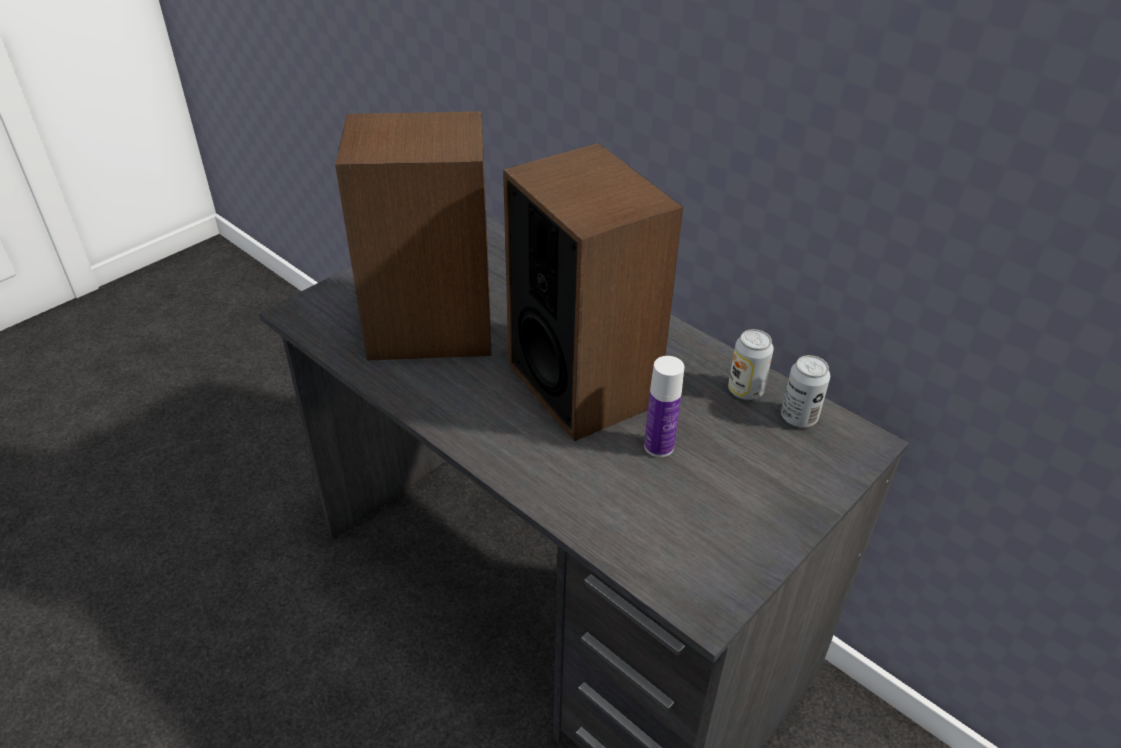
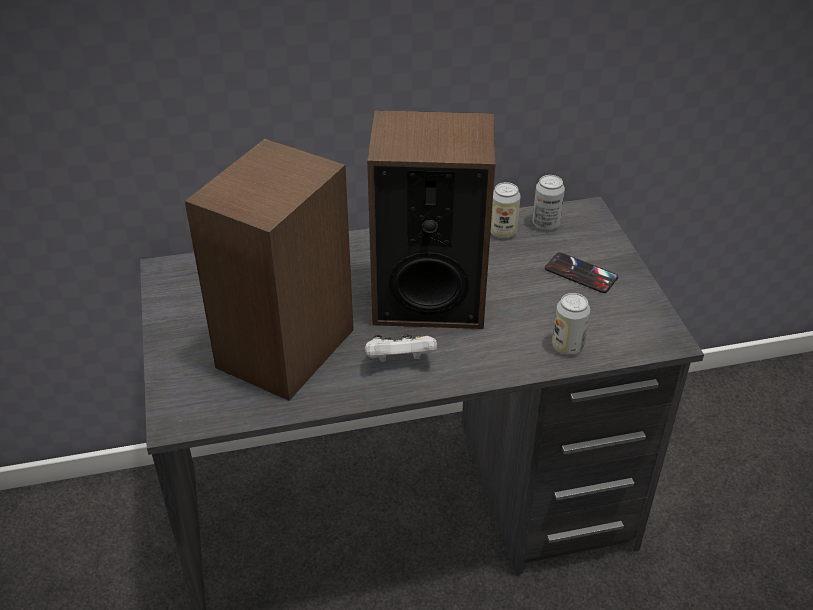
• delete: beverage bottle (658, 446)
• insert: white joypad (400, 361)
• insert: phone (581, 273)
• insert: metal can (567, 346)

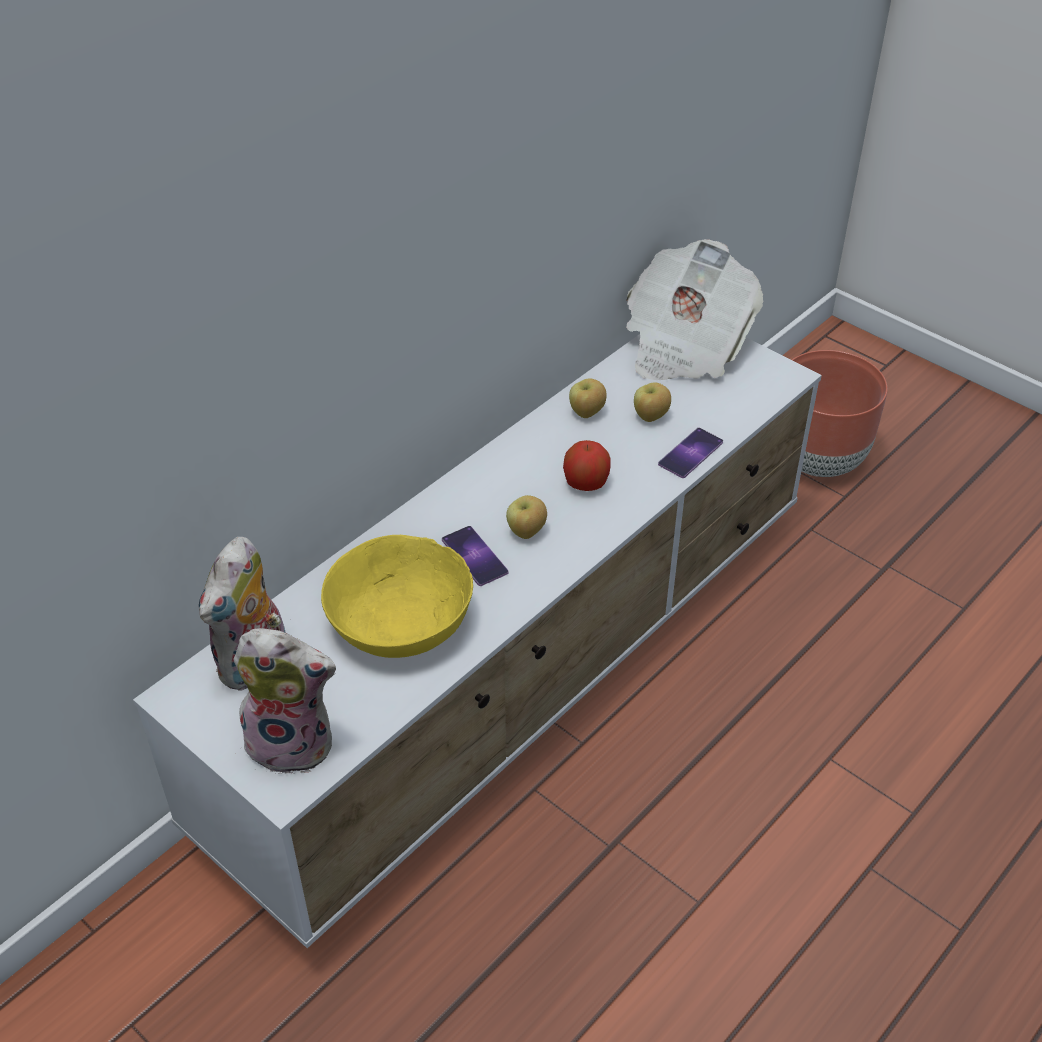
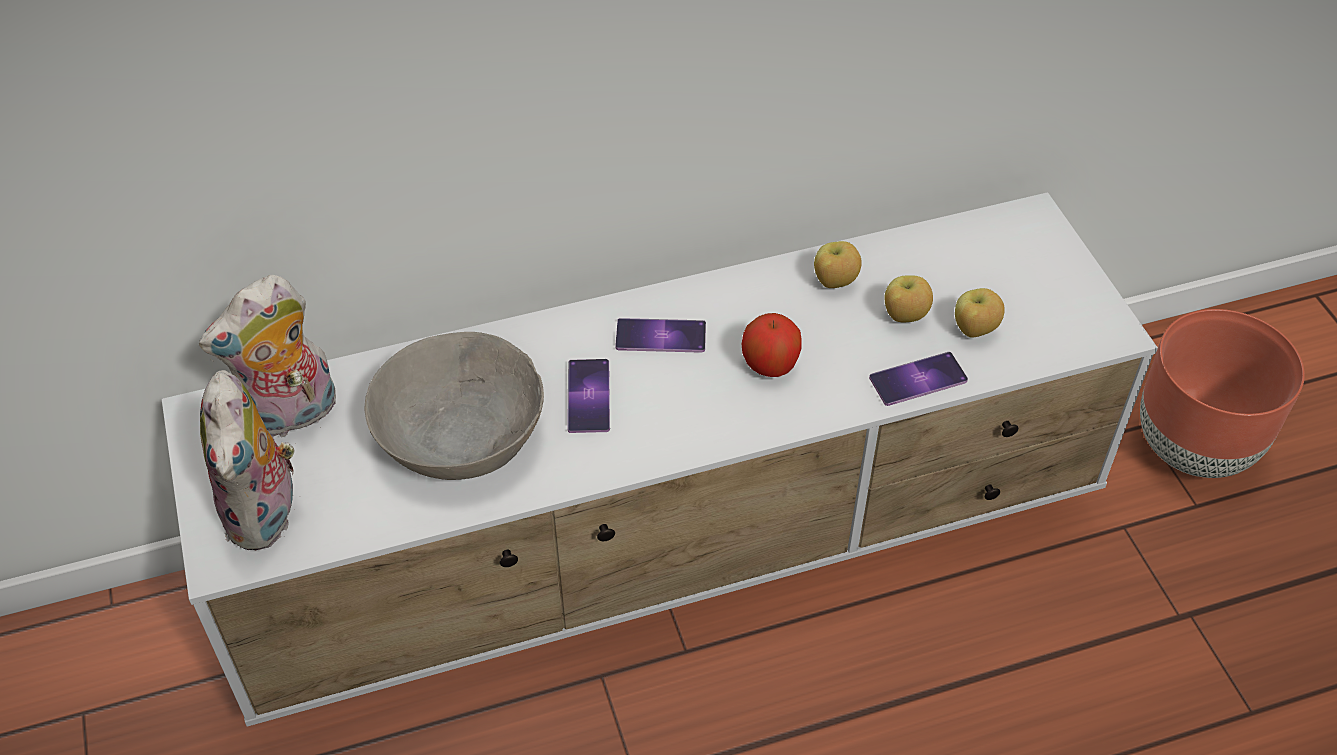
• delete: daily paper (685, 344)
• insert: phone (661, 336)
• move: apple (526, 532) to (974, 330)
• recolor: yellowish bowl (399, 621) to grey bowl (459, 433)
• rotate: cuddly toy (294, 742) = (267, 514) 45 degrees clockwise

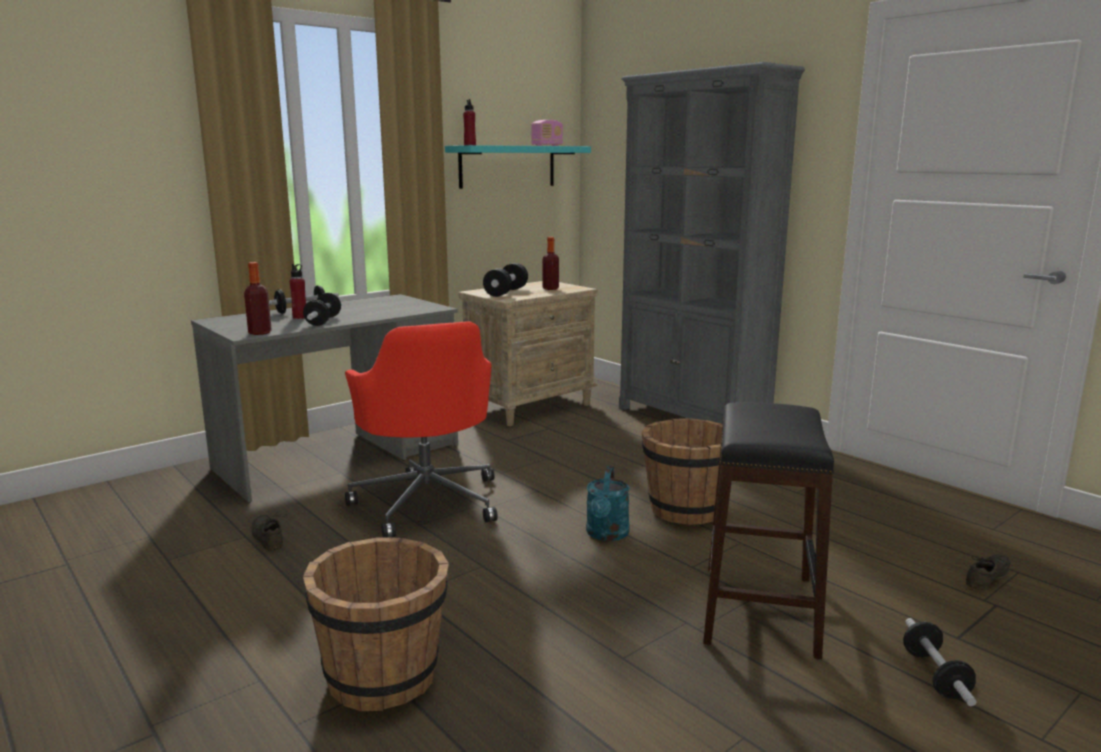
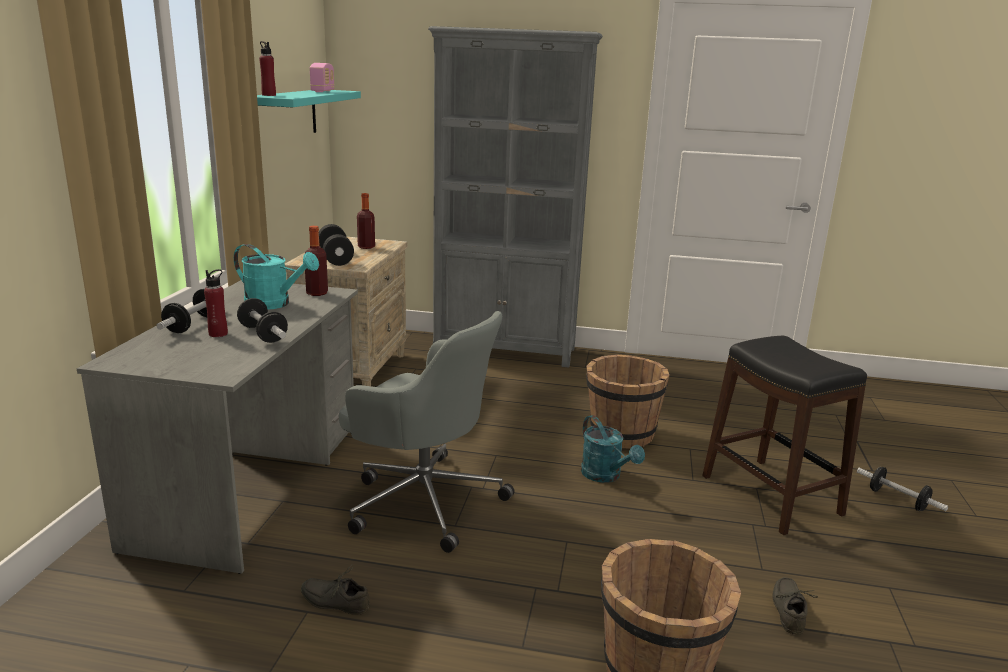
• insert: blue-green watering pot (274, 304)
• move: beverage bottle (260, 333) to (317, 293)
• move: grey shoe (990, 578) to (791, 611)
• recolor: red-coloured desk chair (427, 501) to grey desk chair (423, 500)

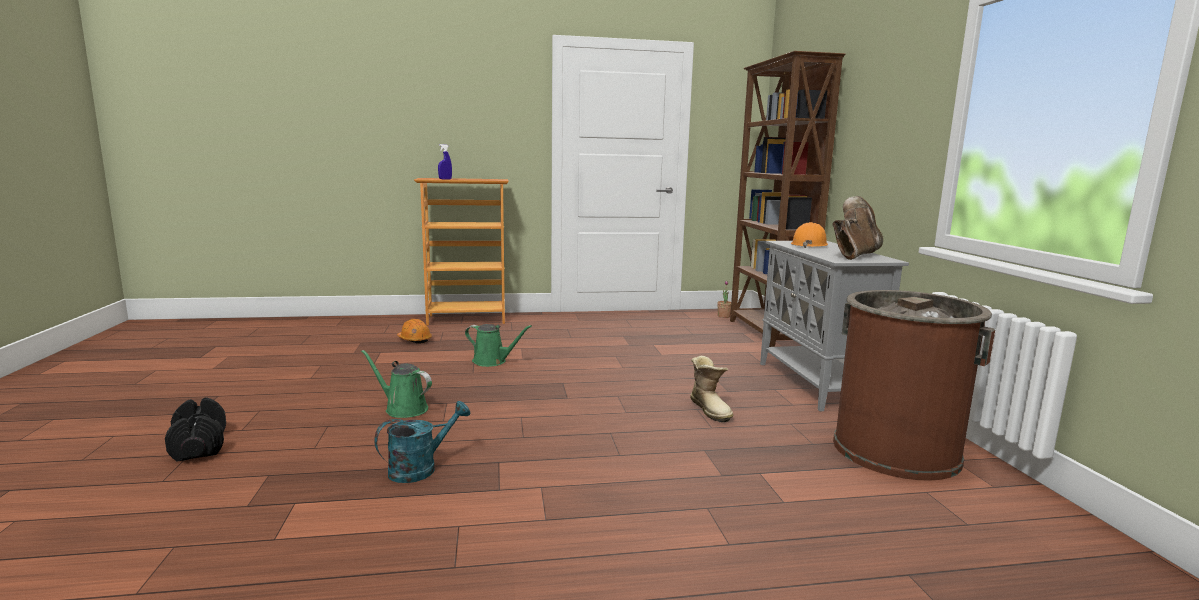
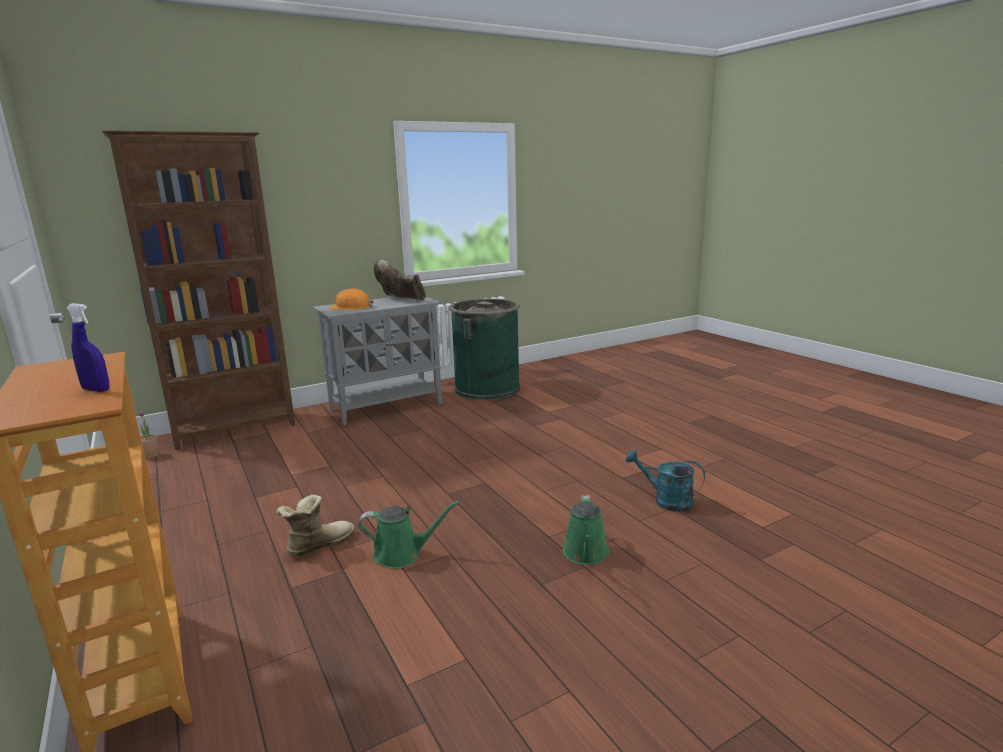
• delete: blackish dumbbell (198, 445)
• delete: orangey hard hat (414, 340)
• move: boot (711, 409) to (318, 544)
• recolor: brown rubbish bin (895, 450) to greenish rubbish bin (487, 388)
• rotate: greenish watering pot (492, 361) = (402, 554) 90 degrees clockwise

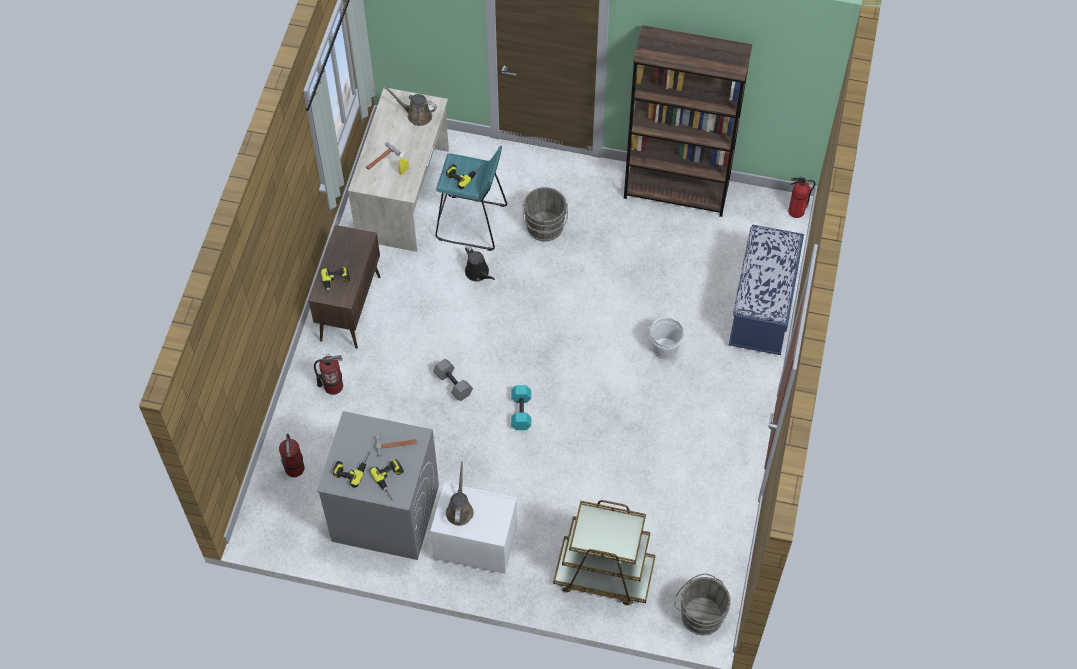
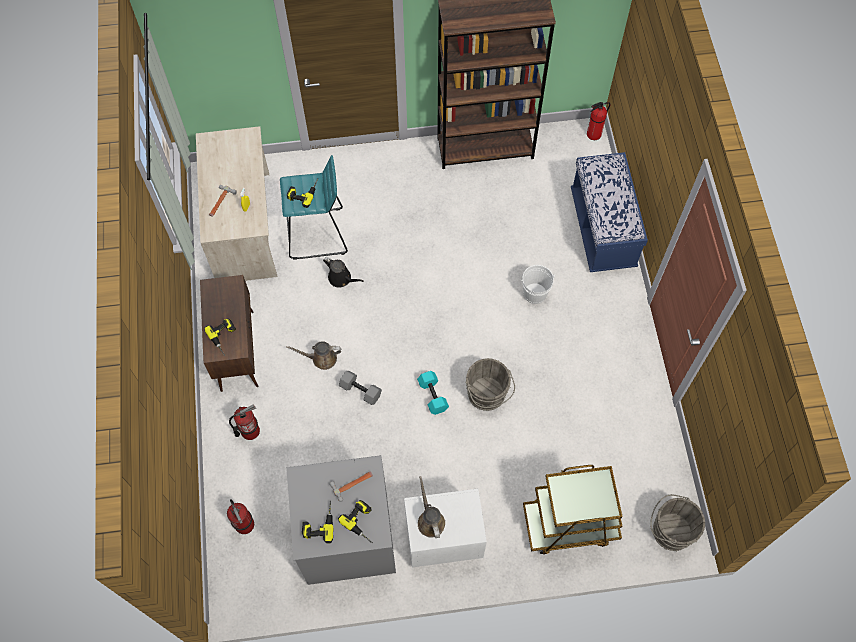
• move: brown watering pot (417, 115) to (321, 359)
• move: grey pail (545, 229) to (487, 396)

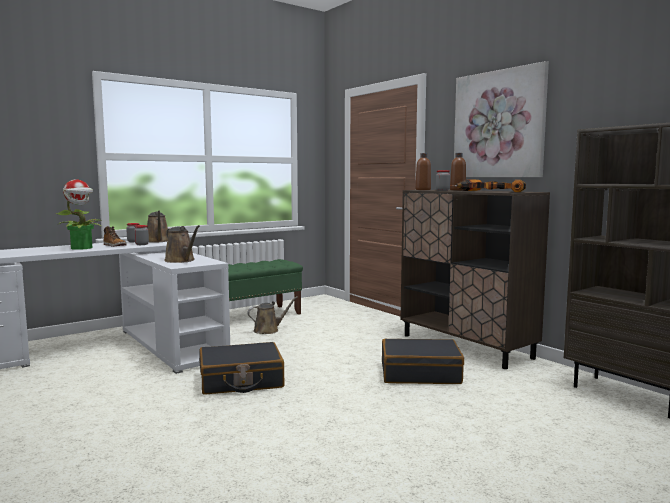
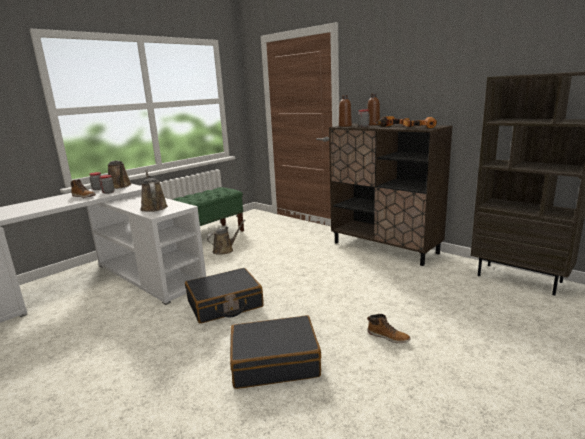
• delete: houseplant (82, 248)
• delete: picture (498, 124)
• insert: boot (388, 336)
• move: blackish travel case (420, 373) to (274, 362)
• rotate: brown watering pot (181, 260) = (153, 207) 150 degrees counterclockwise

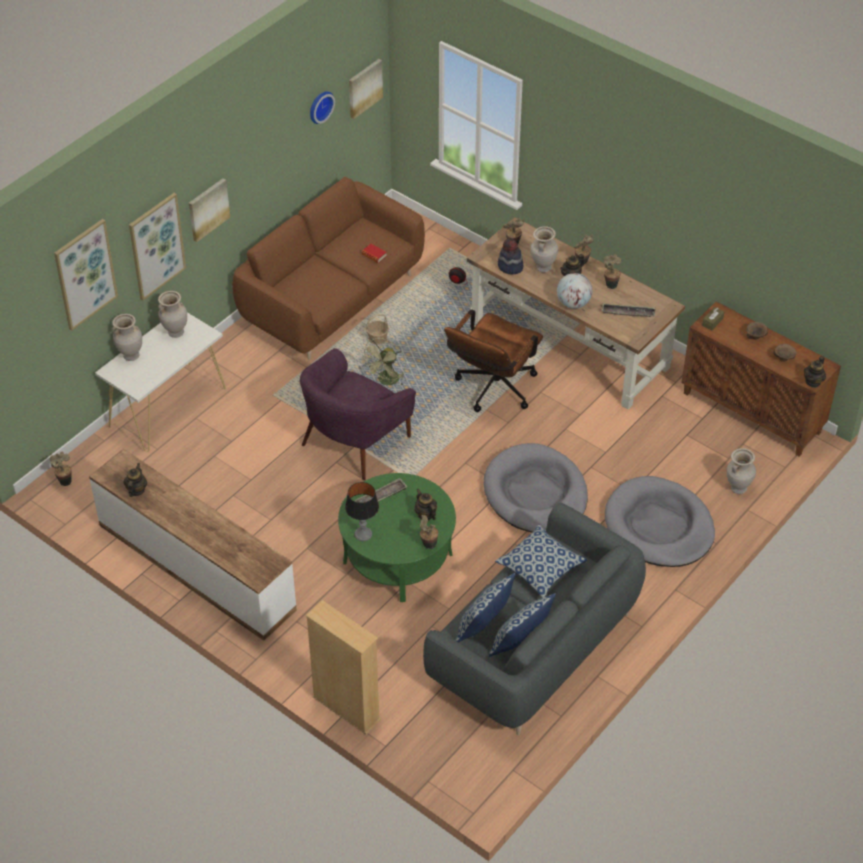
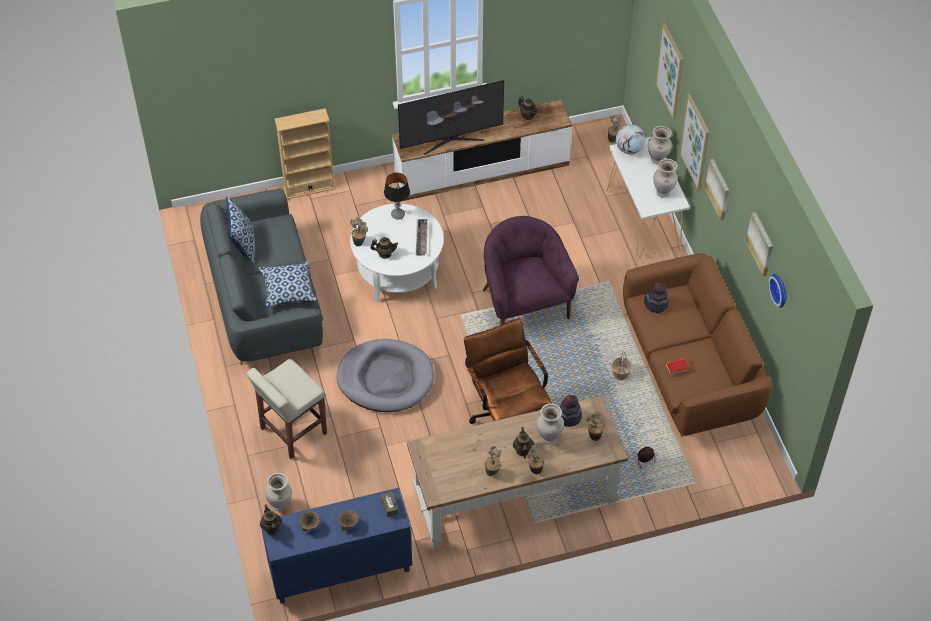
• delete: greenish fan (387, 382)
• delete: throw pillow (483, 627)
• delete: carrying tray (628, 312)
• insert: TV (451, 140)
• insert: clothing hat (656, 304)
• move: picture (364, 88) to (761, 243)
• move: desk globe (573, 303) to (629, 149)
• replace: grey dog bed (659, 526) to sand-coloured stool (292, 431)
• recolor: greenish coffee table (397, 558) to white coffee table (398, 271)
• recolor: brown storage cabinet (752, 412) to blue storage cabinet (340, 571)

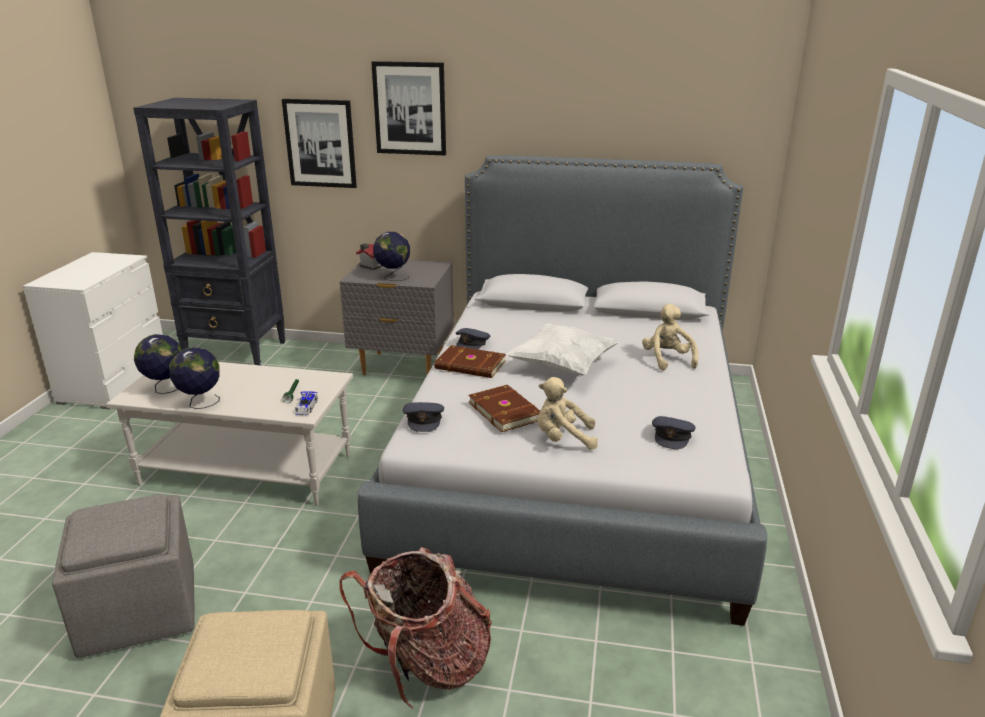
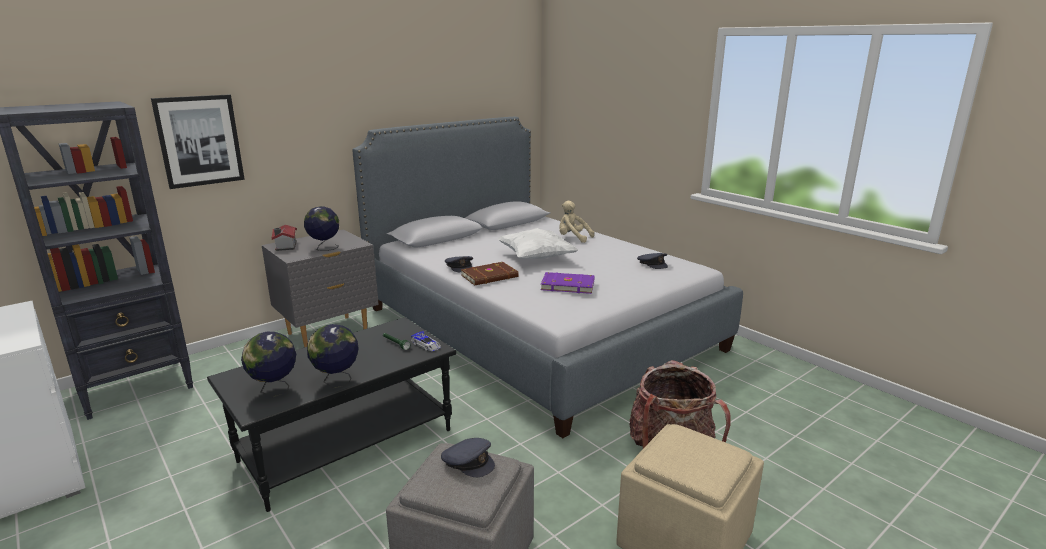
• delete: picture (410, 108)
• delete: sand-coloured cuddly toy (563, 439)
• move: grey baseball cap (424, 419) to (469, 462)
• recolor: white coffee table (248, 469) to blackish coffee table (347, 444)
• recolor: brown bound book (506, 410) to purplish bound book (567, 285)

